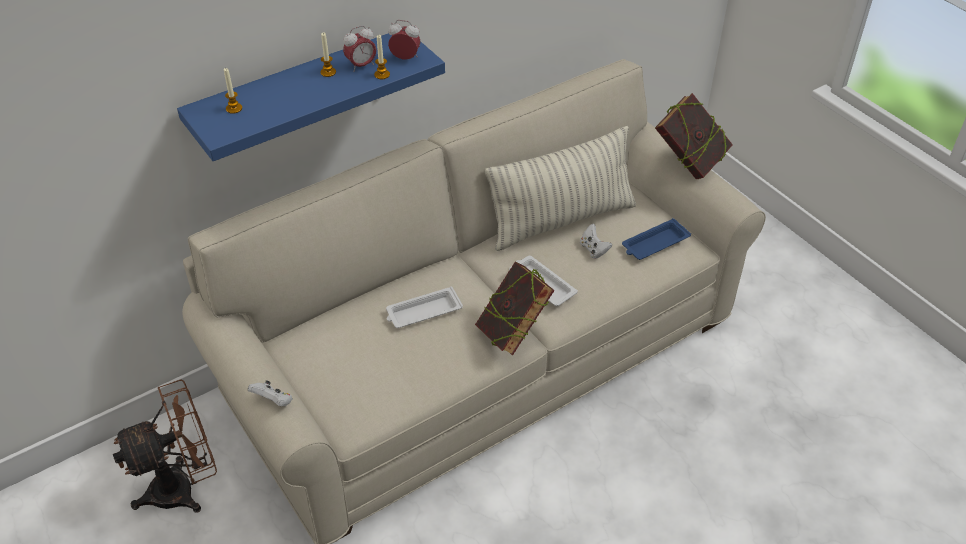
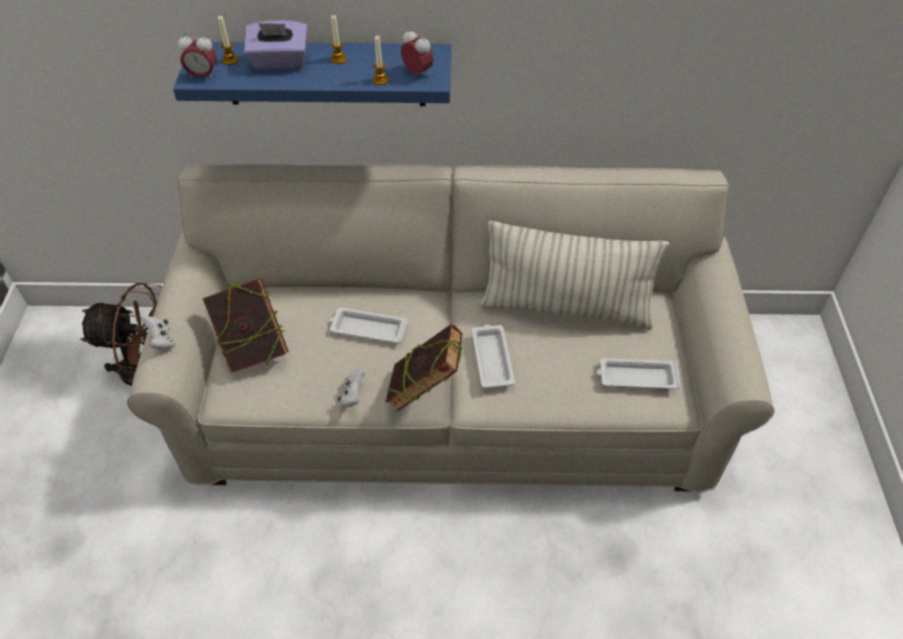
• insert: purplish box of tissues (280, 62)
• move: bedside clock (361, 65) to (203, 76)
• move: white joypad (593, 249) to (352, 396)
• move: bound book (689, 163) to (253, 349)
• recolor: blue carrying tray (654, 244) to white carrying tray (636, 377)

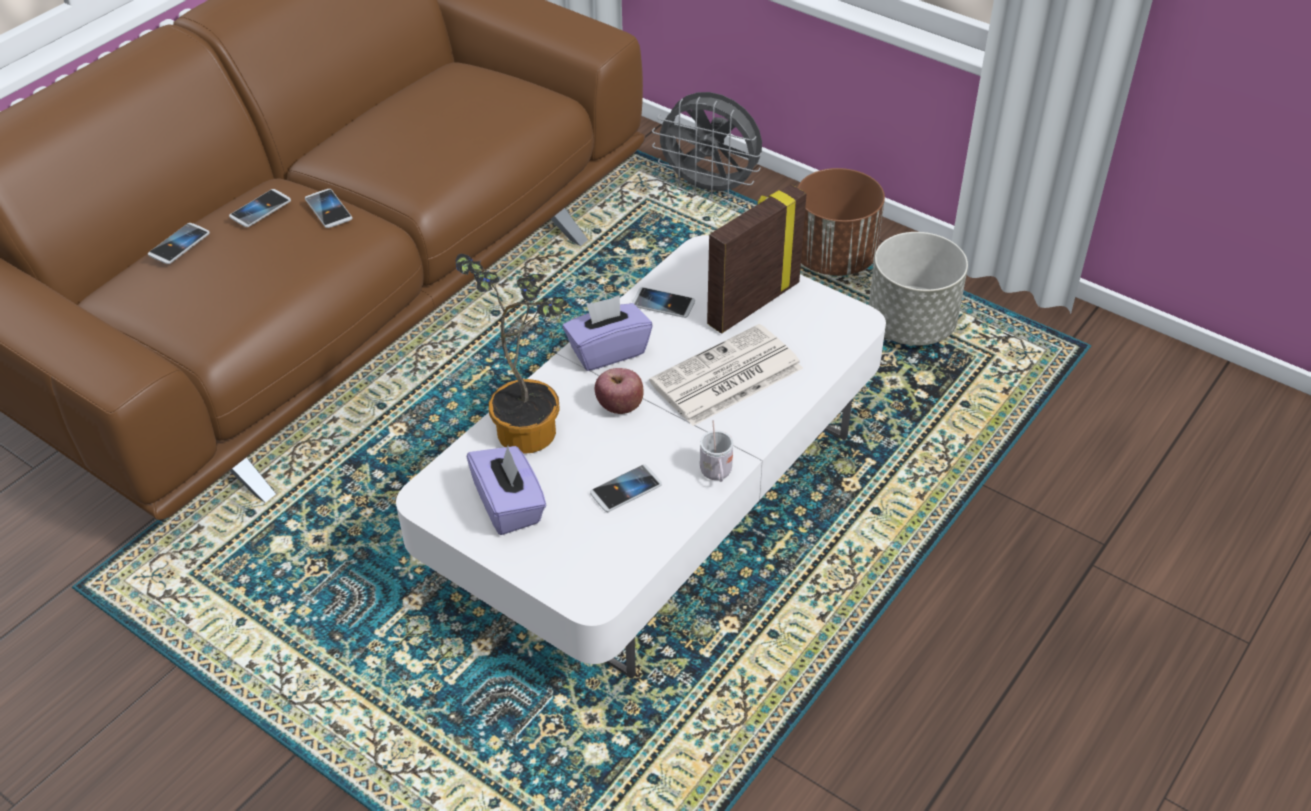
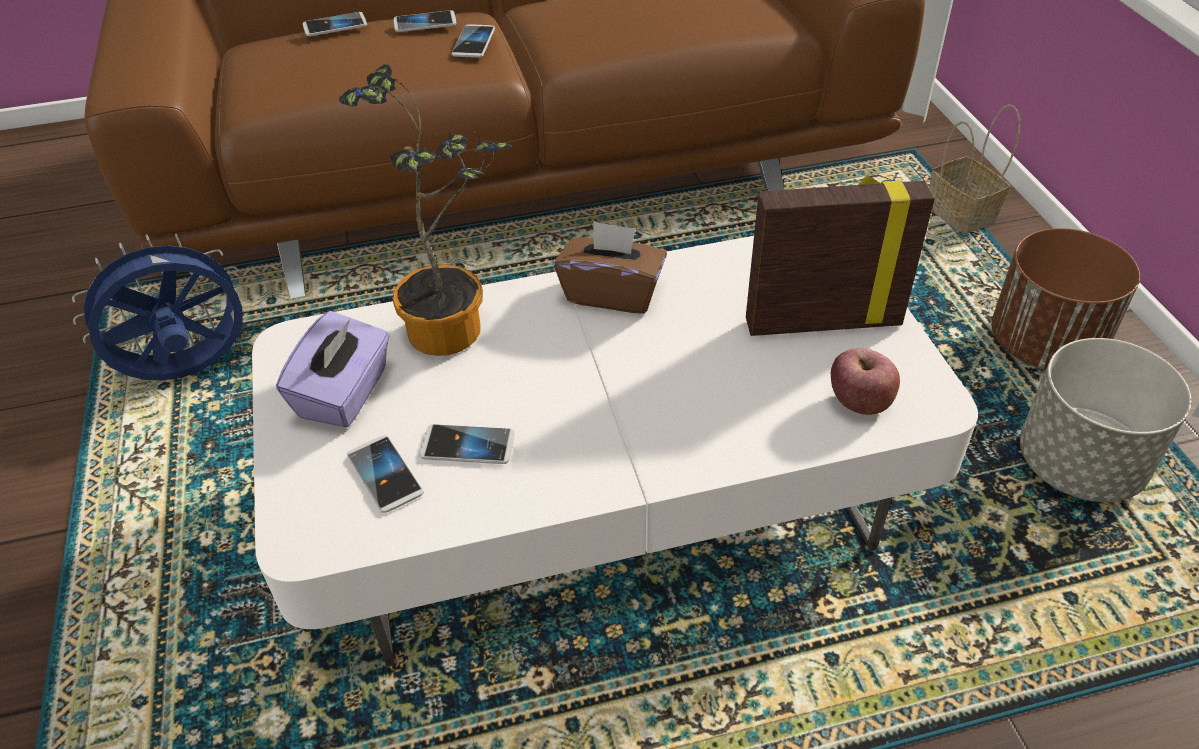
• delete: daily paper (725, 377)
• delete: white tea mug (716, 475)
• insert: blue fan (190, 372)
• move: apple (620, 406) to (859, 402)
• move: phone (663, 304) to (385, 475)
• replace: grey fan (710, 188) to storage basket (963, 216)
• recolor: purplish box of tissues (607, 351) to brown box of tissues (612, 293)

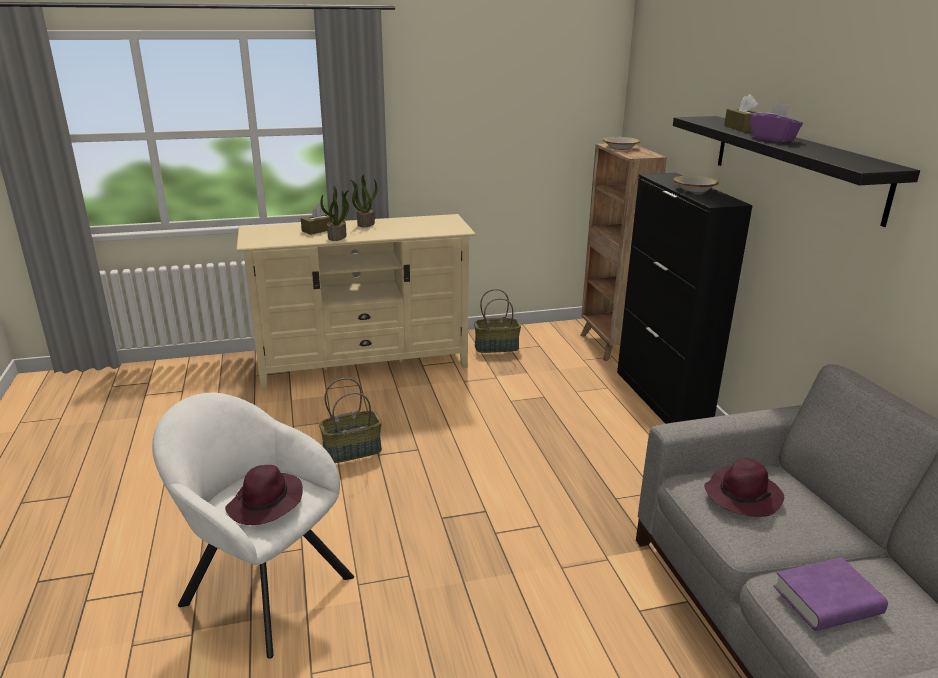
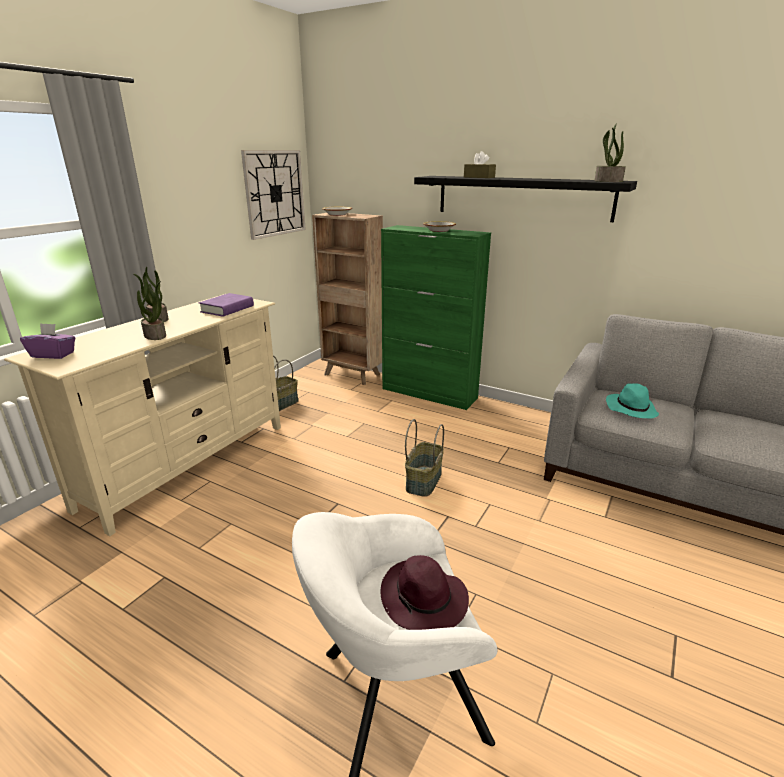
• delete: brown box of tissues (319, 230)
• insert: hanging clock (274, 193)
• insert: houseplant (607, 181)
• move: storage basket (352, 450) to (423, 480)
• move: purplish box of tissues (773, 139) to (53, 355)
• move: purplish bound book (827, 600) to (227, 309)
• recolor: blackish storage cabinet (661, 399) to greenish storage cabinet (429, 393)
• recolor: purplish clothing hat (742, 495) to blue-green clothing hat (630, 409)

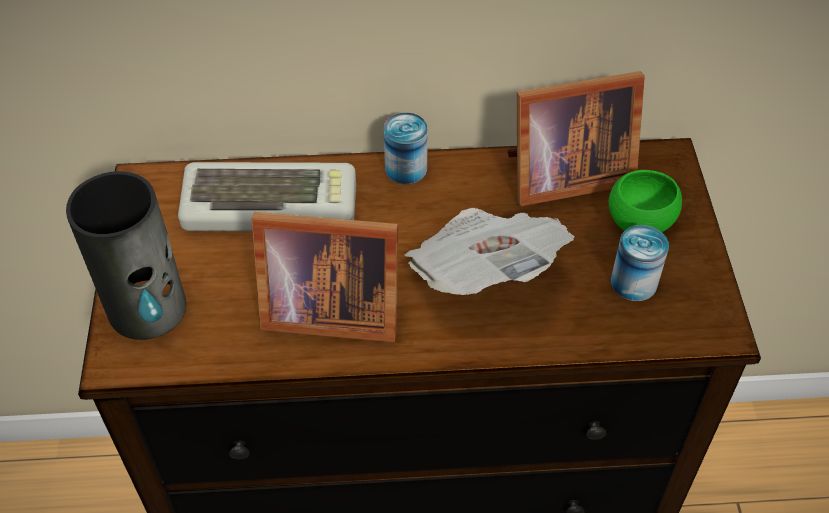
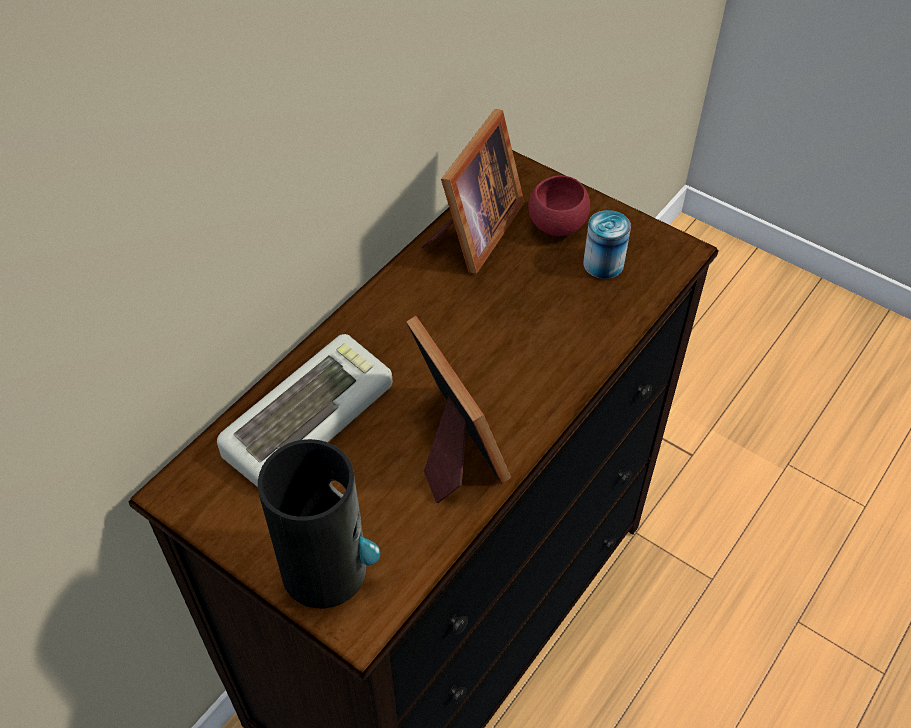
• delete: metal can (406, 168)
• delete: daily paper (484, 273)
• recolor: greenish bowl (640, 222) to red-coloured bowl (557, 225)
• rotate: picture frame (327, 309) = (452, 448) 75 degrees counterclockwise

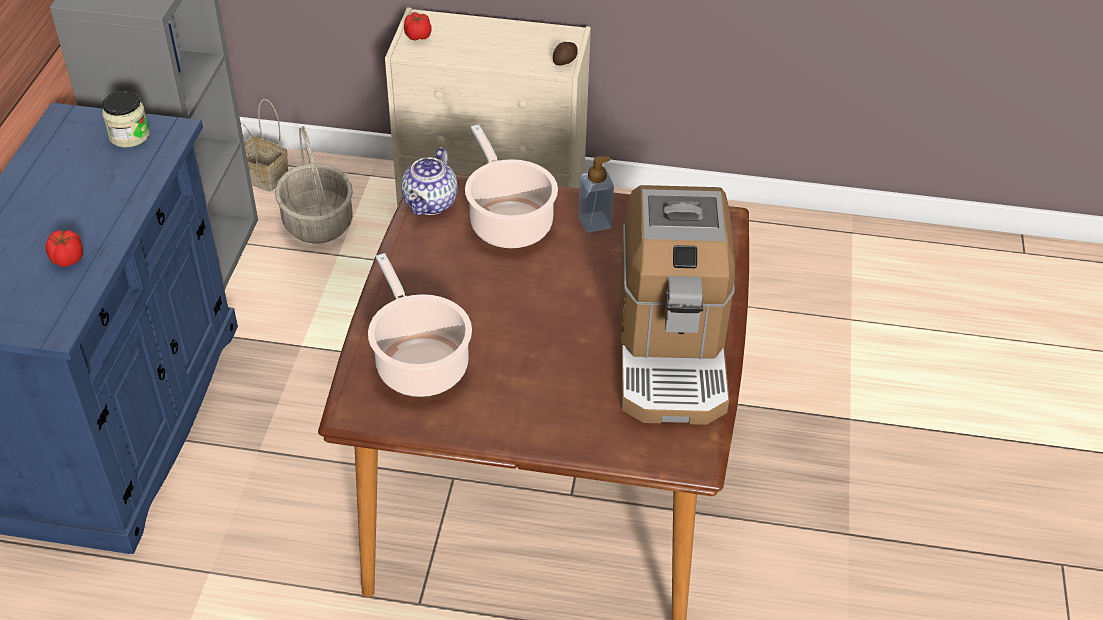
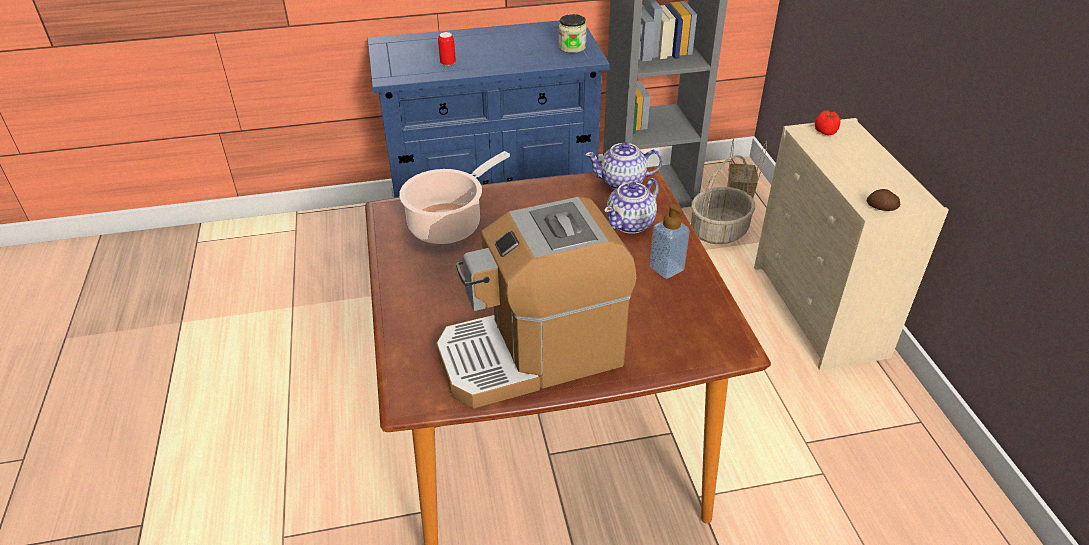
• replace: tomato (67, 259) to metal can (448, 63)
• replace: saucepot (509, 221) to teapot (631, 223)

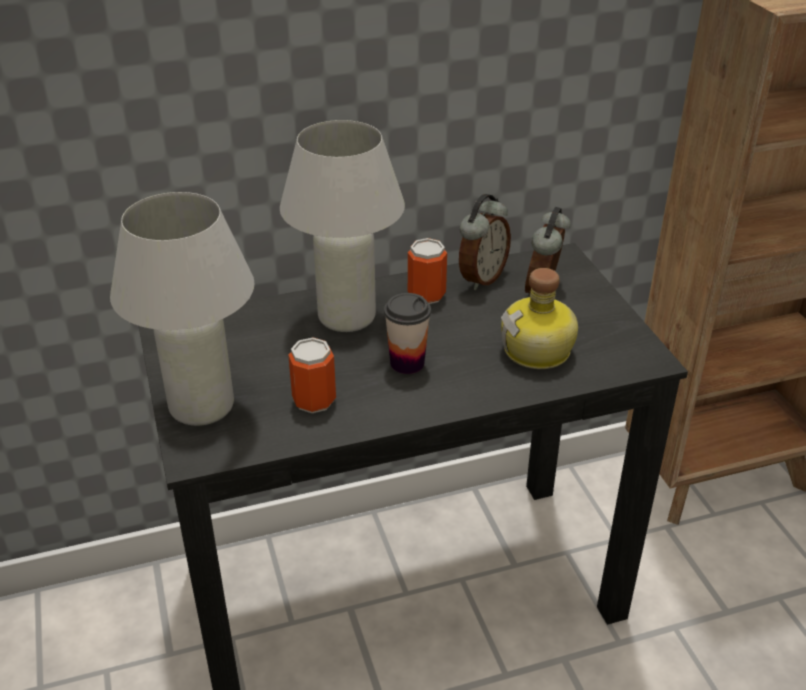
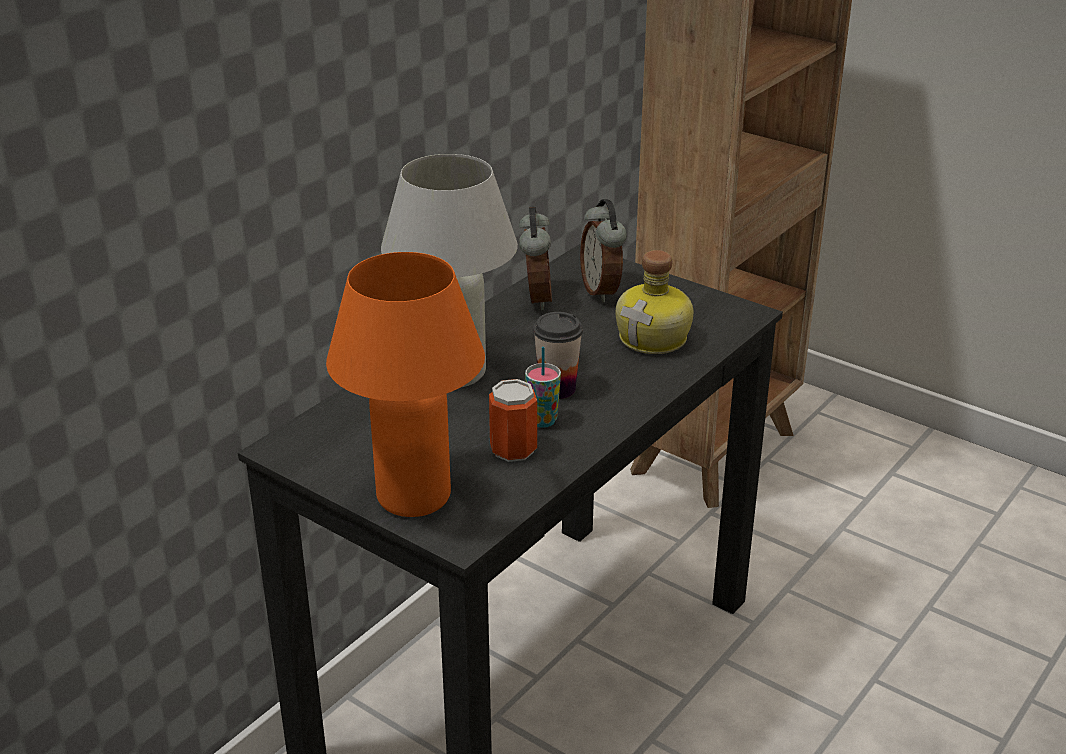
• delete: metal can (426, 295)
• insert: drinking cup (542, 421)
• recolor: white lamp for a table (202, 406) to orangey lamp for a table (414, 497)

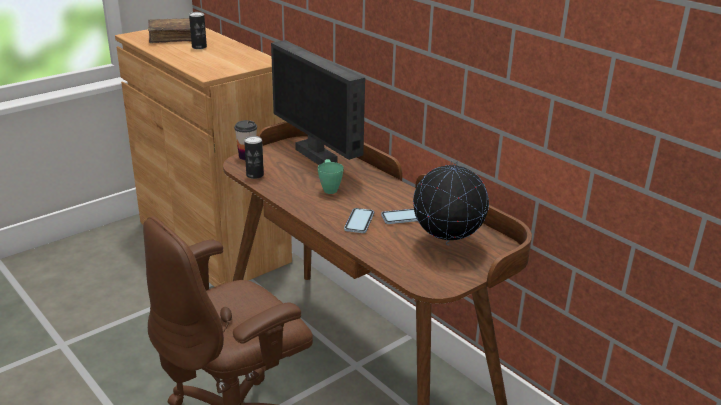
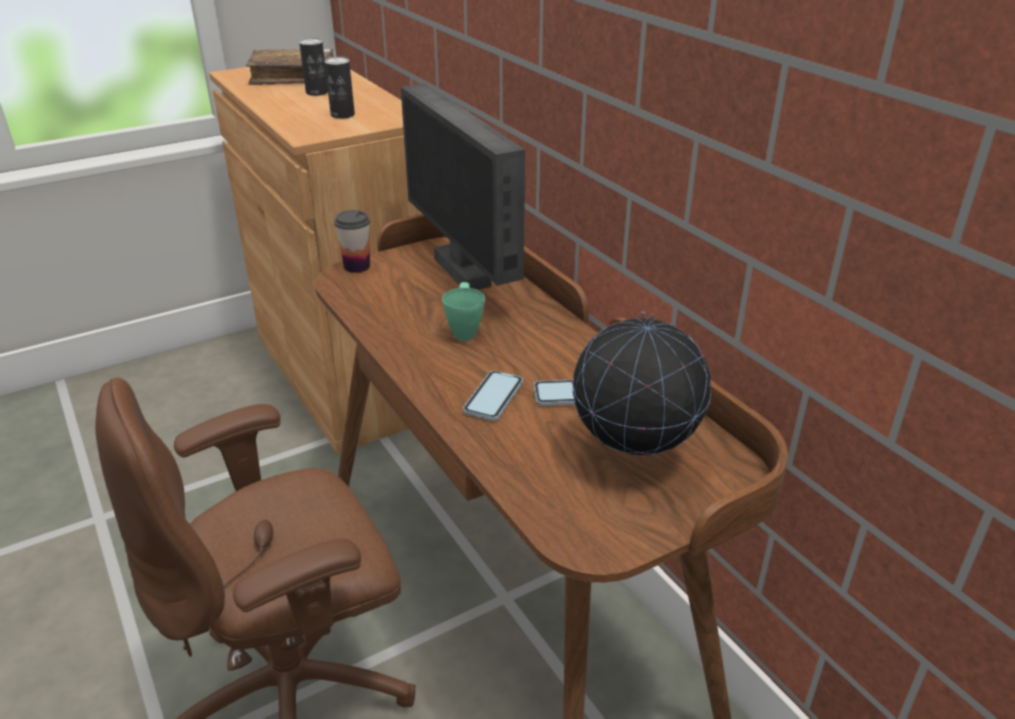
• move: metal can (255, 175) to (342, 115)

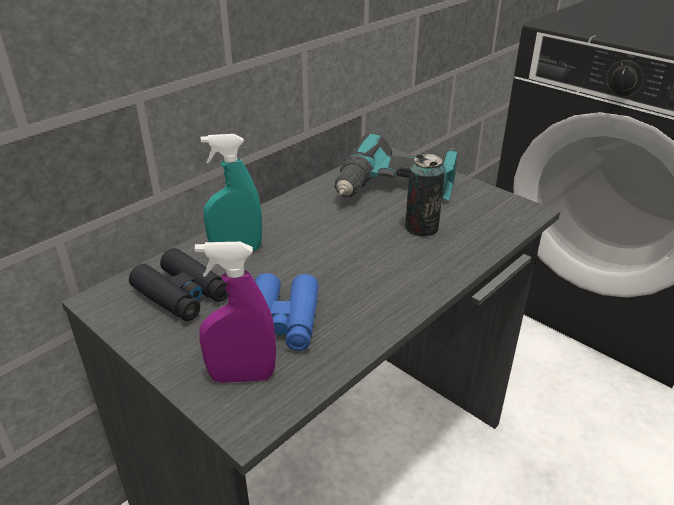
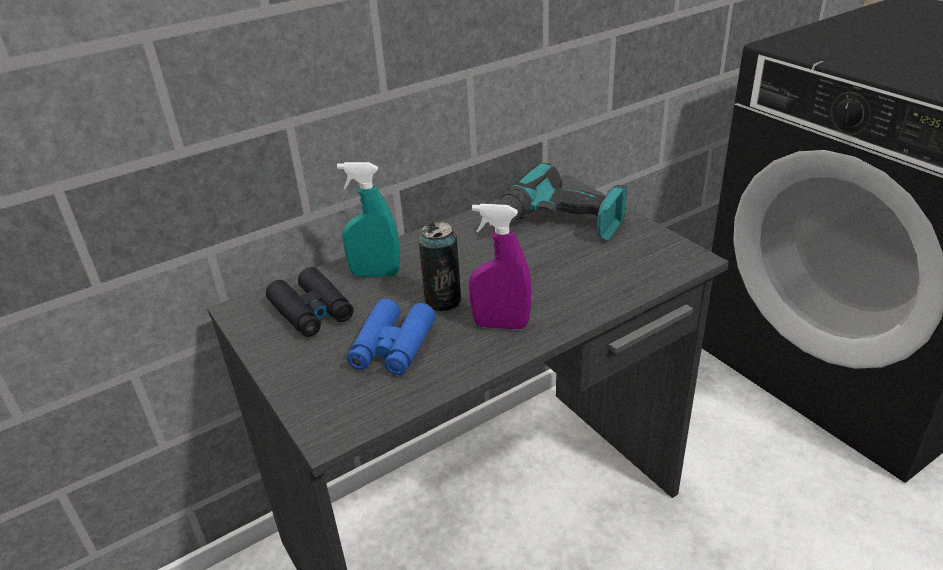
• move: purplish spray bottle (242, 376) to (501, 325)
• move: metal can (421, 228) to (443, 300)

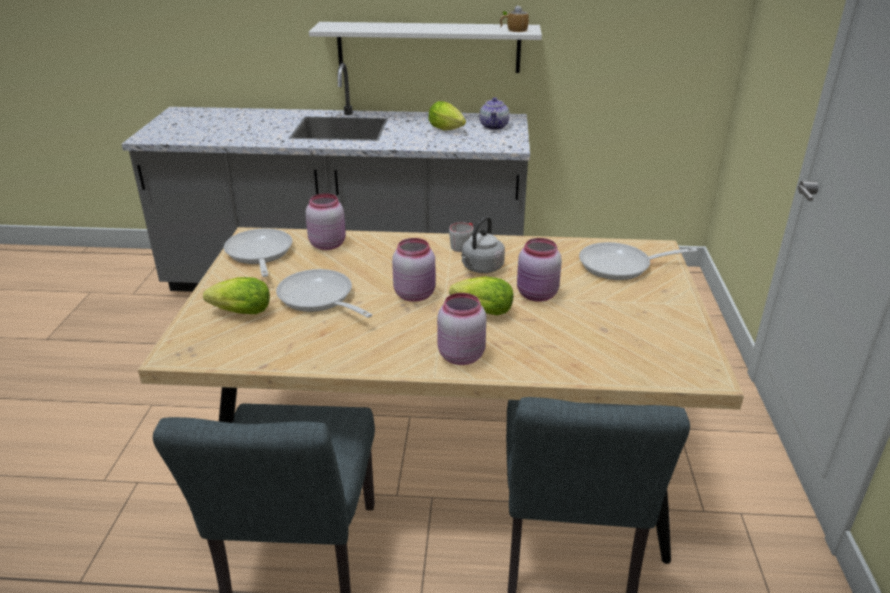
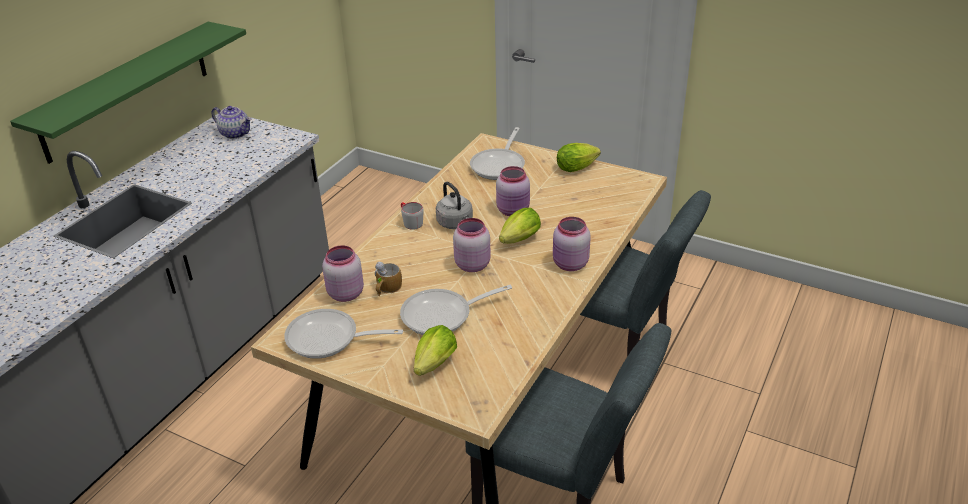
• move: lettuce head (448, 130) to (578, 168)
• move: tea mug (513, 30) to (387, 289)
• recolor: white wall shelf (428, 47) to greenish wall shelf (126, 91)

